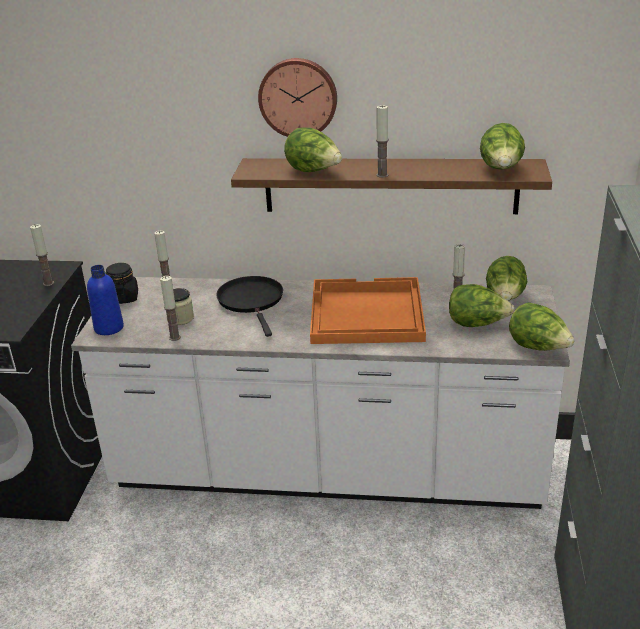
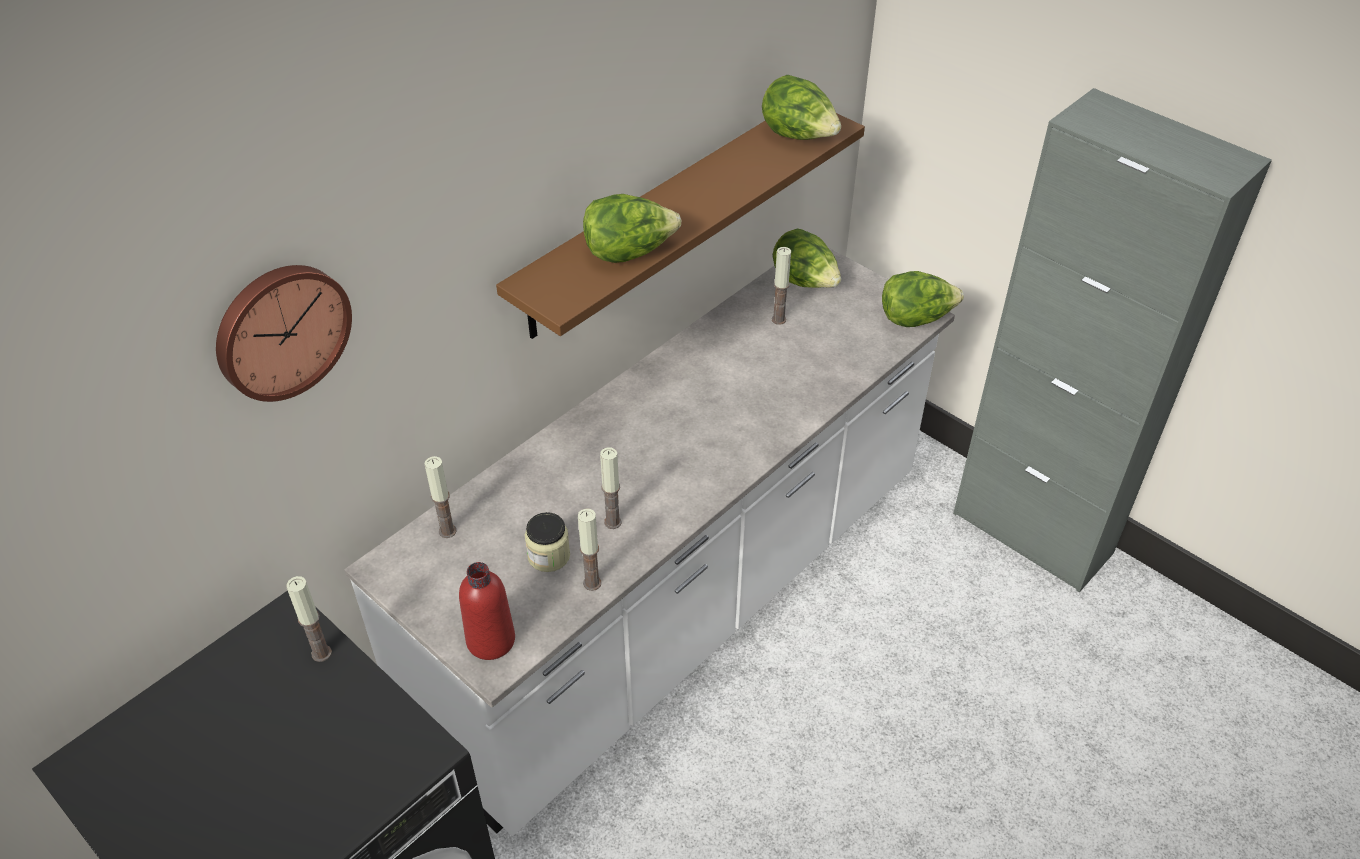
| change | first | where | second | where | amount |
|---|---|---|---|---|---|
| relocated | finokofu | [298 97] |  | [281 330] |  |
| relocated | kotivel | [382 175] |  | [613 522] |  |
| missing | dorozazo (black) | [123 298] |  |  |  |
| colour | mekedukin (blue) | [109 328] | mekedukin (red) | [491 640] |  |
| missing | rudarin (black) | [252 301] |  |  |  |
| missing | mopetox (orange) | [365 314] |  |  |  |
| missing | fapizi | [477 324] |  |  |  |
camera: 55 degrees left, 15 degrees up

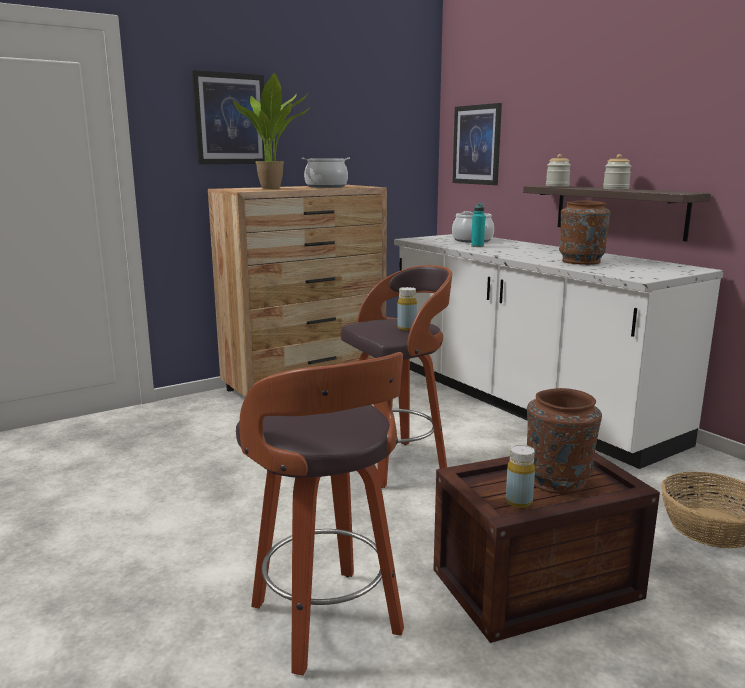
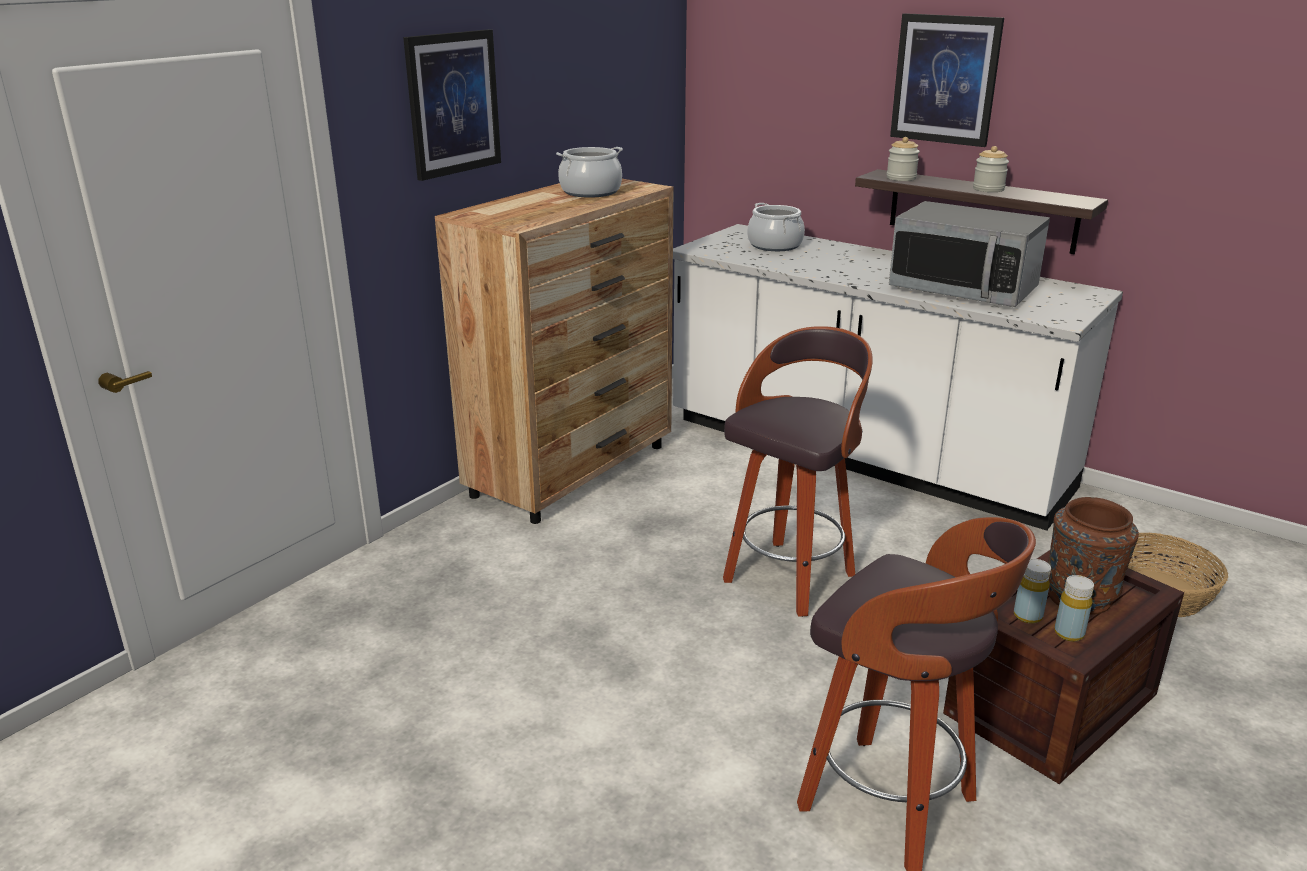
| change | first | where | second | where | amount |
|---|---|---|---|---|---|
| missing | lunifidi | [274 188] |  |  |  |
| relocated | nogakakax | [477 145] |  | [945 79] |  |
| exchanged | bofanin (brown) | [581 262] | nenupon | [963 289] |  |
| missing | mekedukin (turquoise) | [477 246] |  |  |  |
| relocated | mekedukin (yellow) | [406 328] |  | [1027 616] |  |
camera: 20 degrees left, 10 degrees up

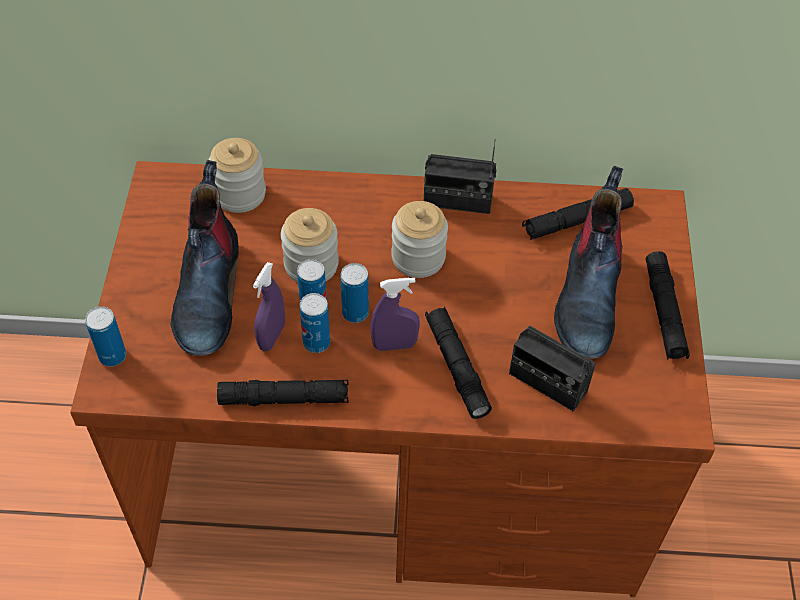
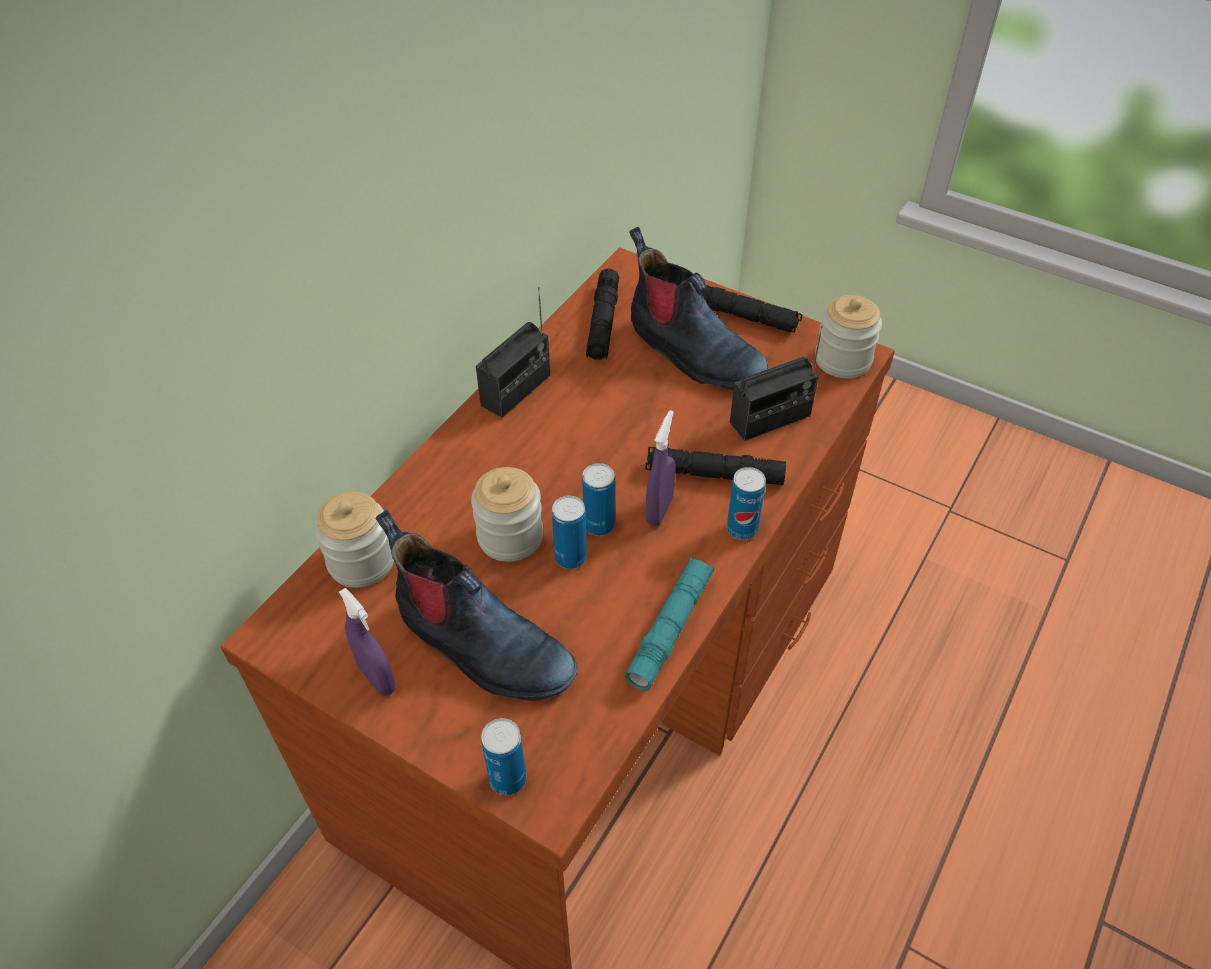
| change | first | where | second | where | amount |
|---|---|---|---|---|---|
| relocated | dorozazo | [418 257] |  | [843 360] |  |
| relocated | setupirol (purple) | [271 336] |  | [377 678] |  |
| relocated | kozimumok | [316 342] |  | [742 529] |  |
| colour | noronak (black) | [284 398] | noronak (turquoise) | [670 628] |  |
camera: 60 degrees left, 5 degrees down

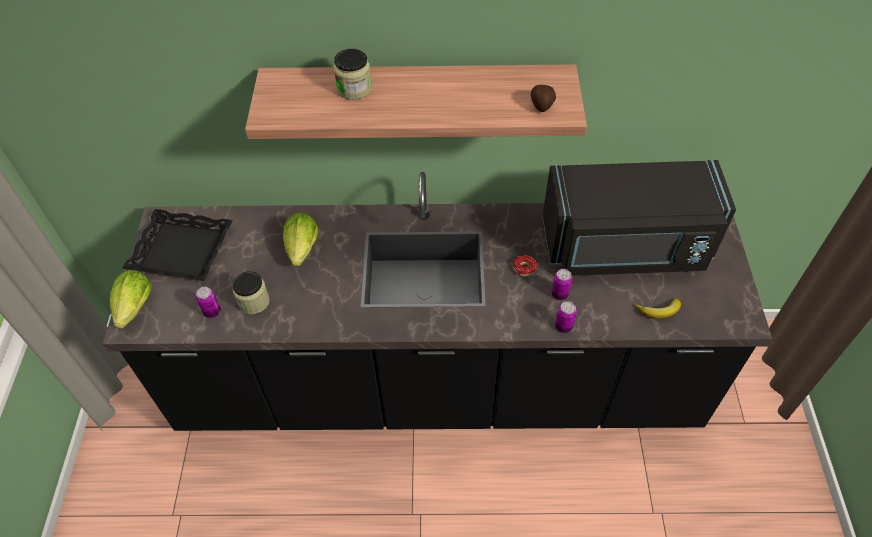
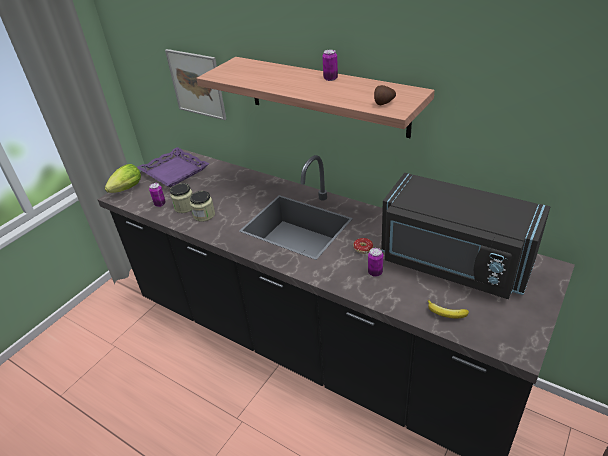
| change | first | where | second | where | amount |
|---|---|---|---|---|---|
| relocated | dorozazo | [354 89] |  | [204 215] |  |
| colour | mopetox (black) | [181 251] | mopetox (purple) | [173 172] |  |
| missing | fapizi | [302 251] |  |  |  |
| relocated | kozimumok | [563 326] |  | [330 78] |  |
| appeared |  |  | nogakakax | [197 84] |  |
camera: 35 degrees right, 15 degrees down

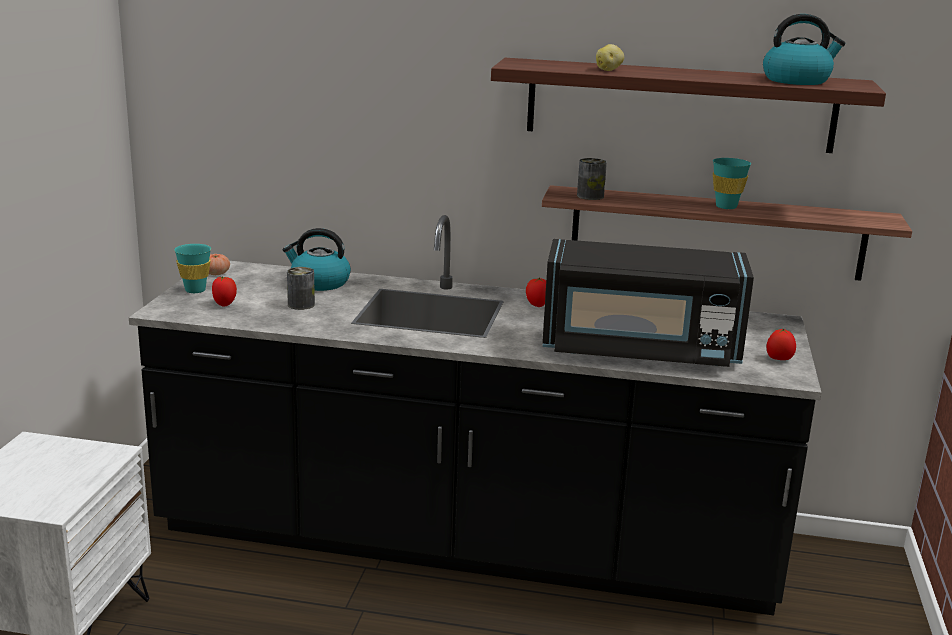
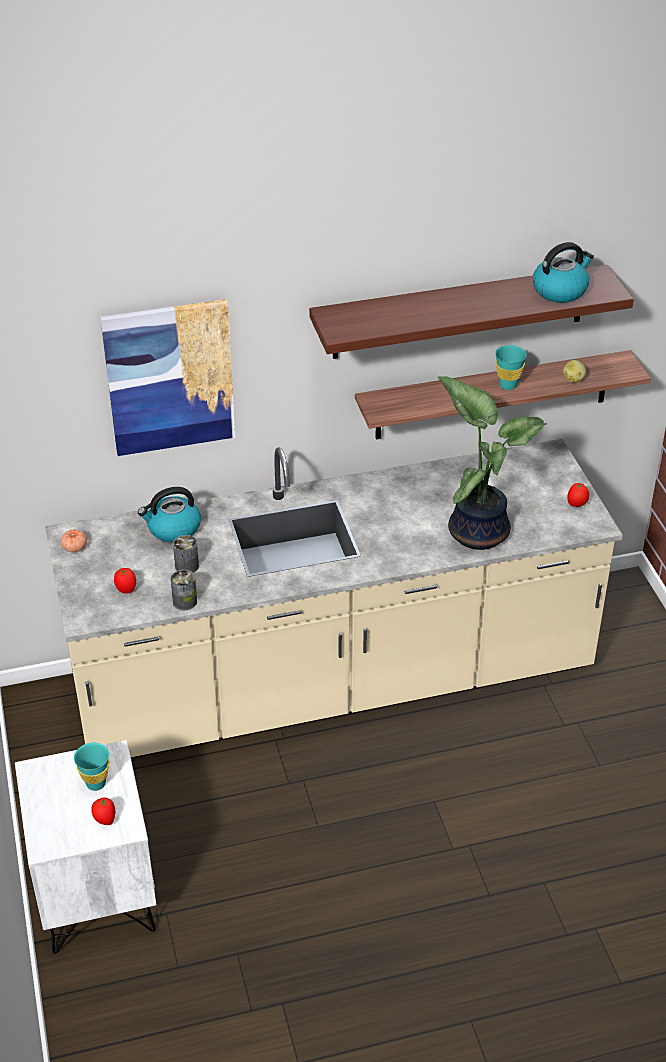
| change | first | where | second | where | amount |
|---|---|---|---|---|---|
| relocated | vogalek | [609 70] |  | [573 379] |  |
| relocated | kozimumok | [590 196] |  | [185 601] |  |
| colour | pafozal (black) | [467 541] | pafozal (beige) | [333 683] |  |
| exchanged | nenupon (black) | [639 350] | lunifidi | [478 530] |  |
| relocated | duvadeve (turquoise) | [195 290] |  | [96 783] |  |
| relocated | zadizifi | [536 305] |  | [105 820] |  |
| appeared |  |  | nogakakax | [170 377] |  |
camera: 25 degrees left, 20 degrees up

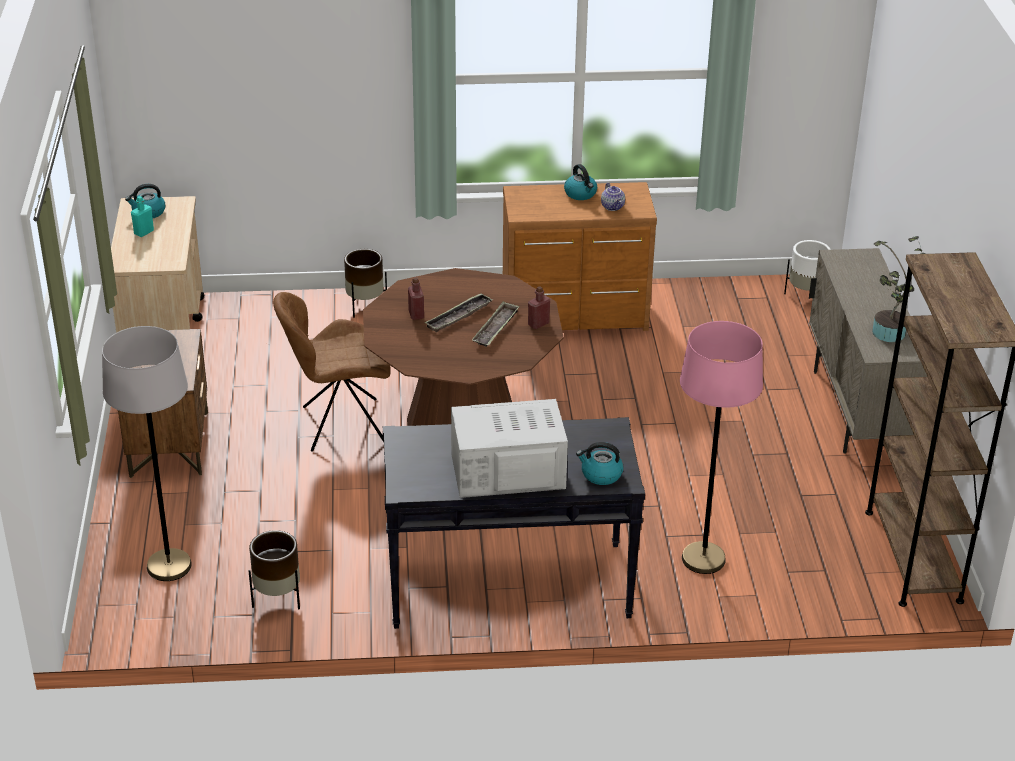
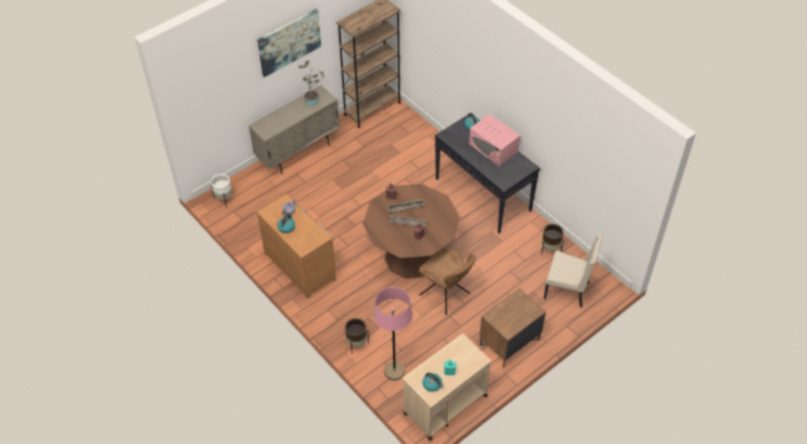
| change | first | where | second | where | amount |
|---|---|---|---|---|---|
| relocated | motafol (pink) | [703 559] |  | [394 371] |  |
| exchanged | motafol (grey) | [169 566] | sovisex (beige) | [567 290] |  |
| colour | nenupon (white) | [507 471] | nenupon (pink) | [493 148] |  |
| appeared |  |  | nogakakax | [289 42] |  |
camera: 125 degrees left, 15 degrees up

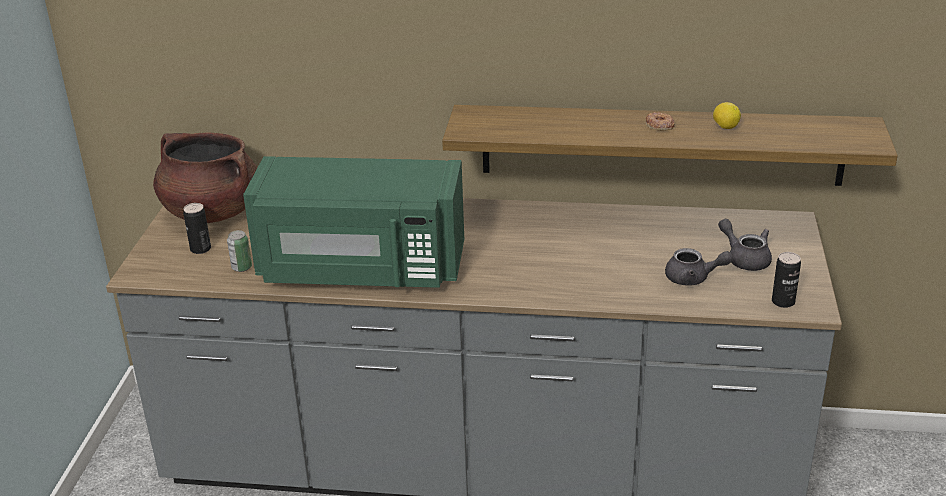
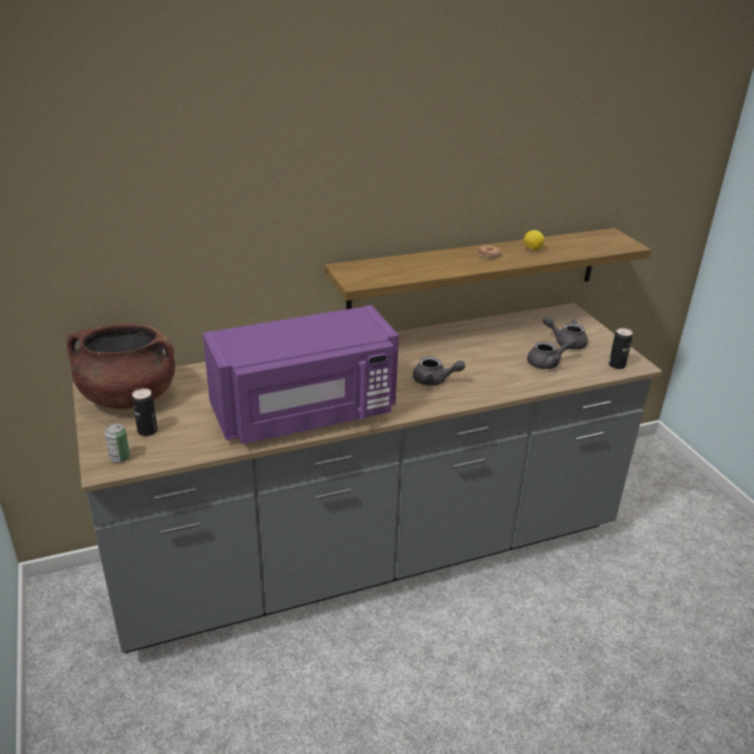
| change | first | where | second | where | amount |
|---|---|---|---|---|---|
| colour | nenupon (green) | [361 268] | nenupon (purple) | [306 413] |  |
| relocated | kozimumok | [242 267] |  | [120 458] |  |
| appeared |  |  | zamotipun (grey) | [434 381] |  |
camera: 30 degrees left, 0 degrees up

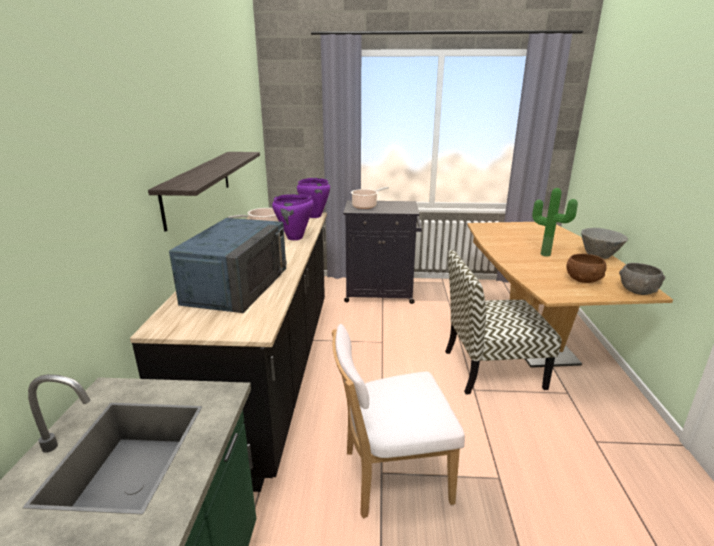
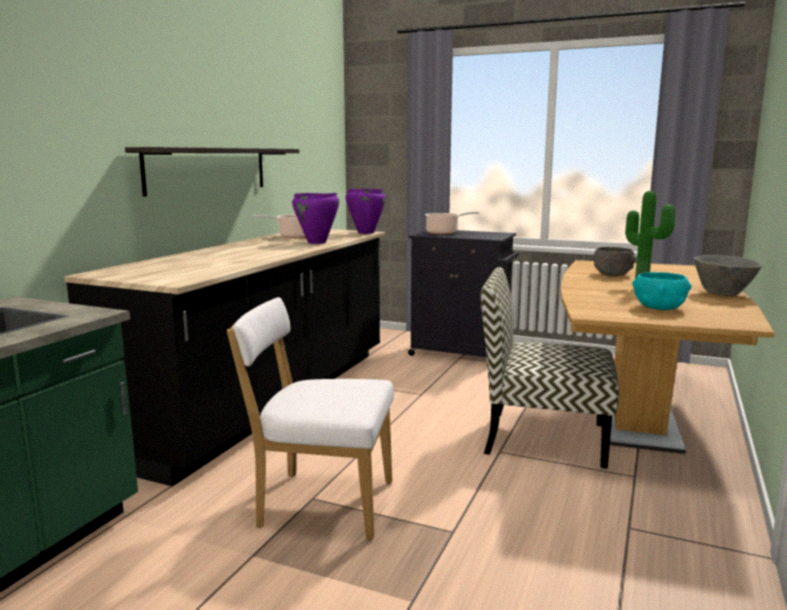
| change | first | where | second | where | amount |
|---|---|---|---|---|---|
| missing | nenupon (blue) | [237 285] |  |  |  |
| colour | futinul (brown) | [583 280] | futinul (turquoise) | [659 308] |  |
| relocated | futinul (grey) | [637 291] |  | [612 274] |  |
camera: 20 degrees right, 10 degrees down

